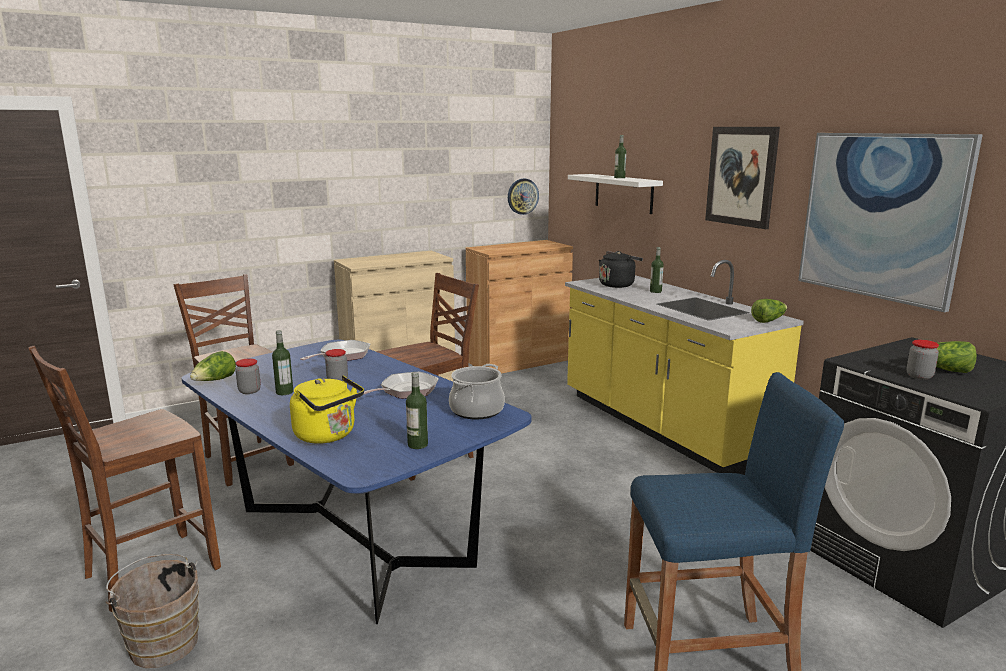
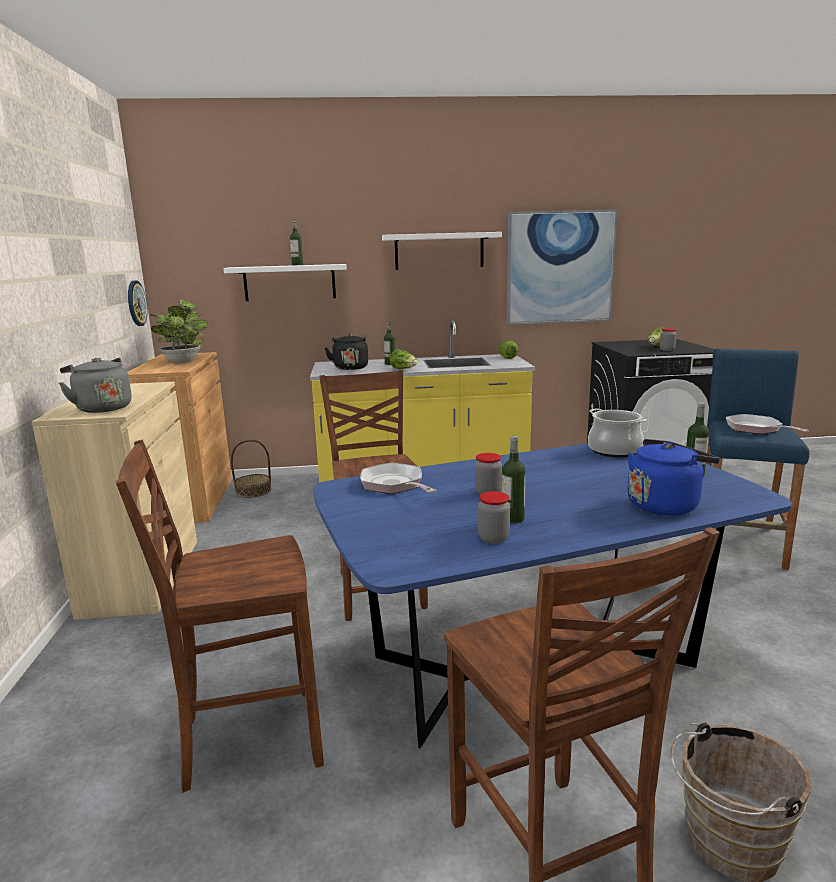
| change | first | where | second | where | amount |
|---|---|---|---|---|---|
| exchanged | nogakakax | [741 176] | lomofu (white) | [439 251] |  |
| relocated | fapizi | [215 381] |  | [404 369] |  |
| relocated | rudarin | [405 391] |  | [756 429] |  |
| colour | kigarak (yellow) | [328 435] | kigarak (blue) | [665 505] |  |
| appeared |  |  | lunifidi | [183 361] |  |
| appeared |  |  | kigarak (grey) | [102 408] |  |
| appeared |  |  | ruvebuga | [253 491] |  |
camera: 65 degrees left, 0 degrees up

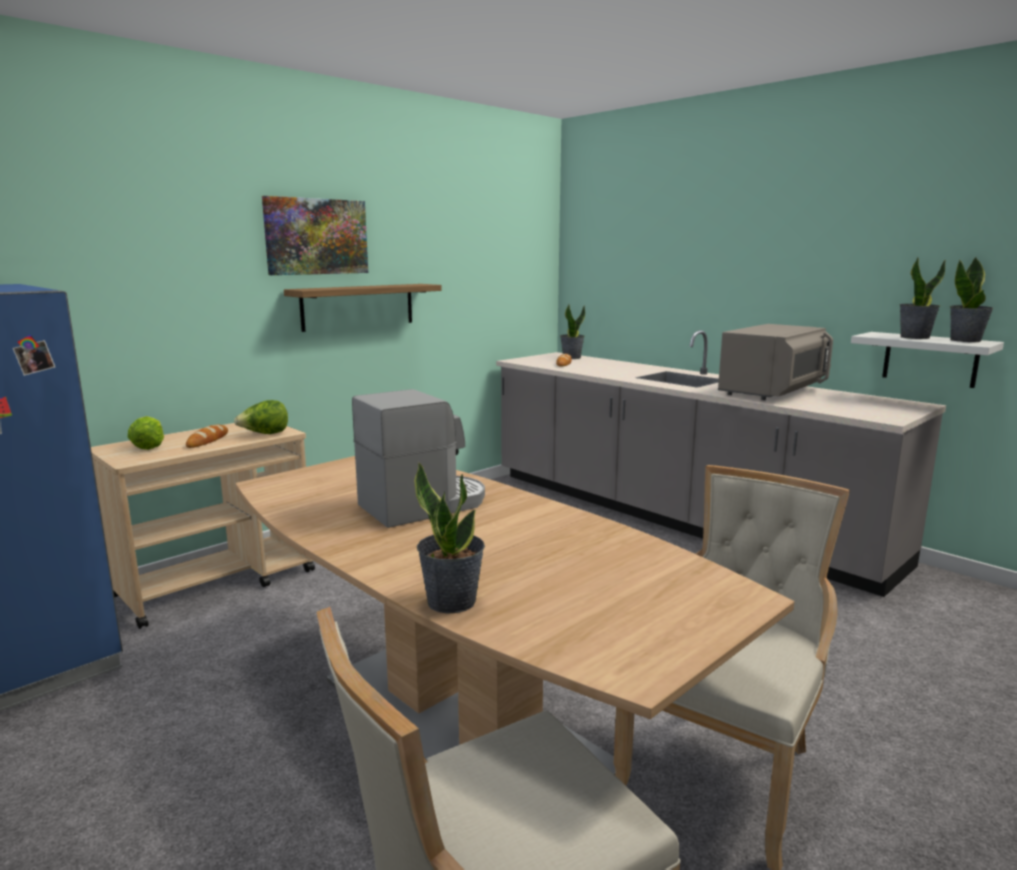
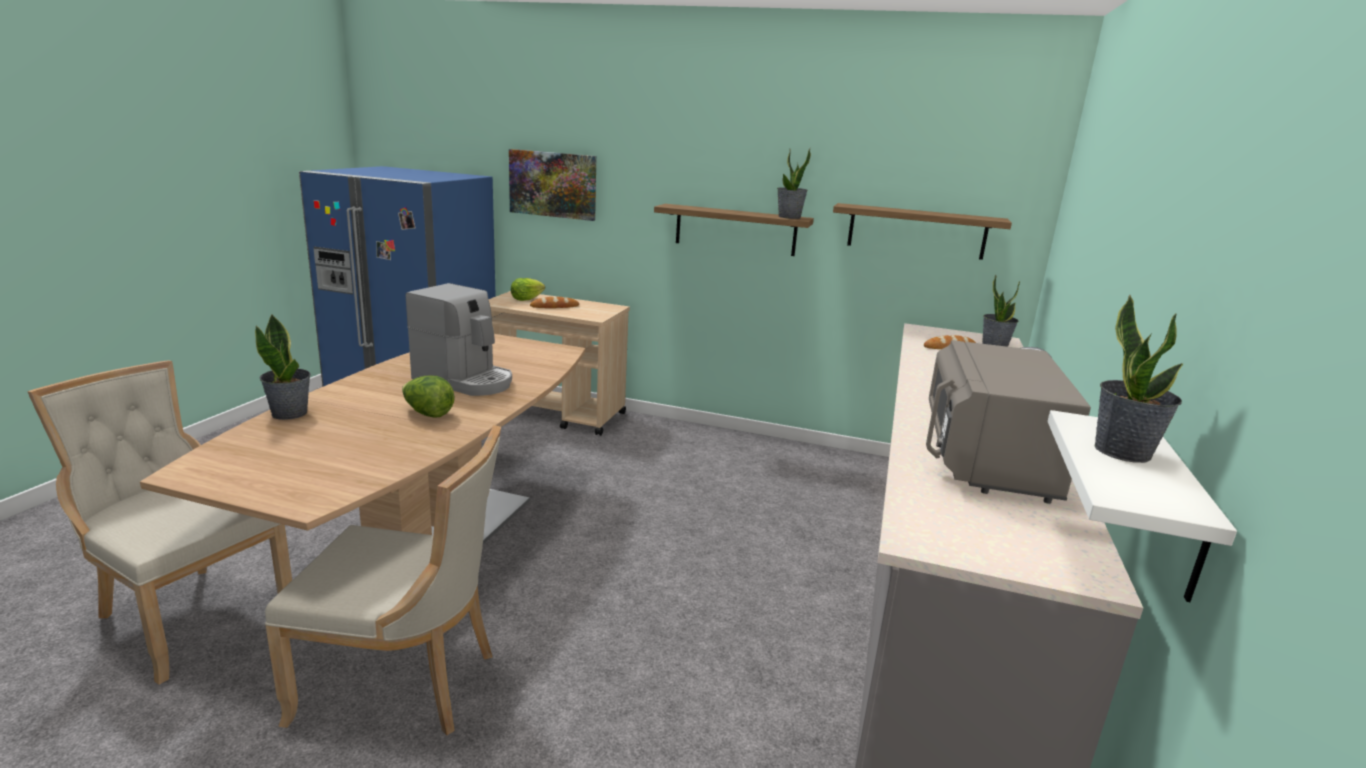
| change | first | where | second | where | amount |
|---|---|---|---|---|---|
| relocated | nogakakax | [316 236] |  | [553 184] |  |
| relocated | lunifidi | [966 340] |  | [789 217] |  |
| spun | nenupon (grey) | [773 392] |  | [985 460] | 90 degrees clockwise |
| relocated | fapizi | [265 434] |  | [427 413] |  |
| appeared |  |  | lomofu | [916 231] |  |
camera: 60 degrees right, 5 degrees up

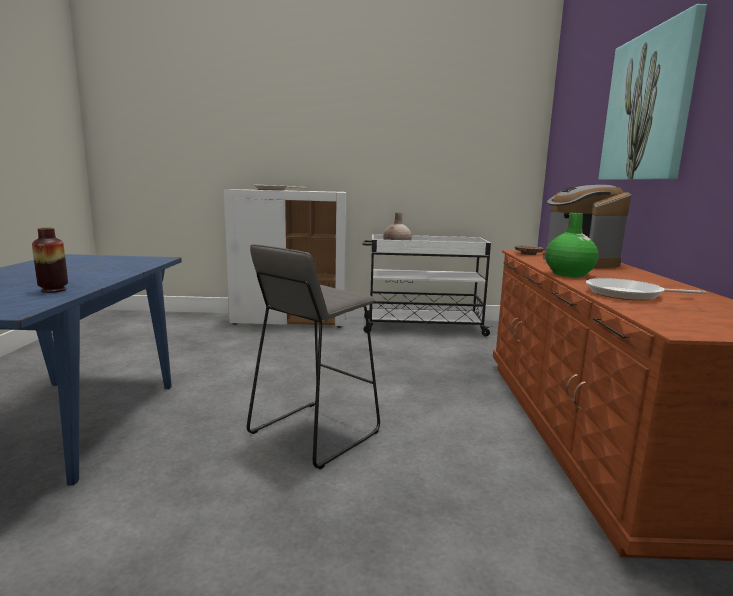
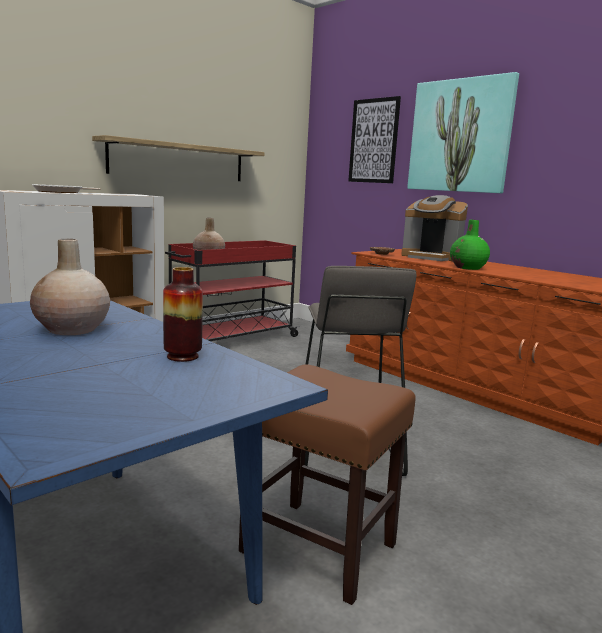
| change | first | where | second | where | amount |
|---|---|---|---|---|---|
| colour | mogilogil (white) | [422 327] | mogilogil (red) | [231 340] |  |
| missing | rudarin | [628 294] |  |  |  |
| appeared |  |  | nogakakax | [374 141] |  |
| appeared |  |  | lomofu | [179 161] |  |
| appeared |  |  | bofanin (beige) | [72 329] |  |
| appeared |  |  | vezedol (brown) | [320 548] |  |
camera: 45 degrees left, 0 degrees up

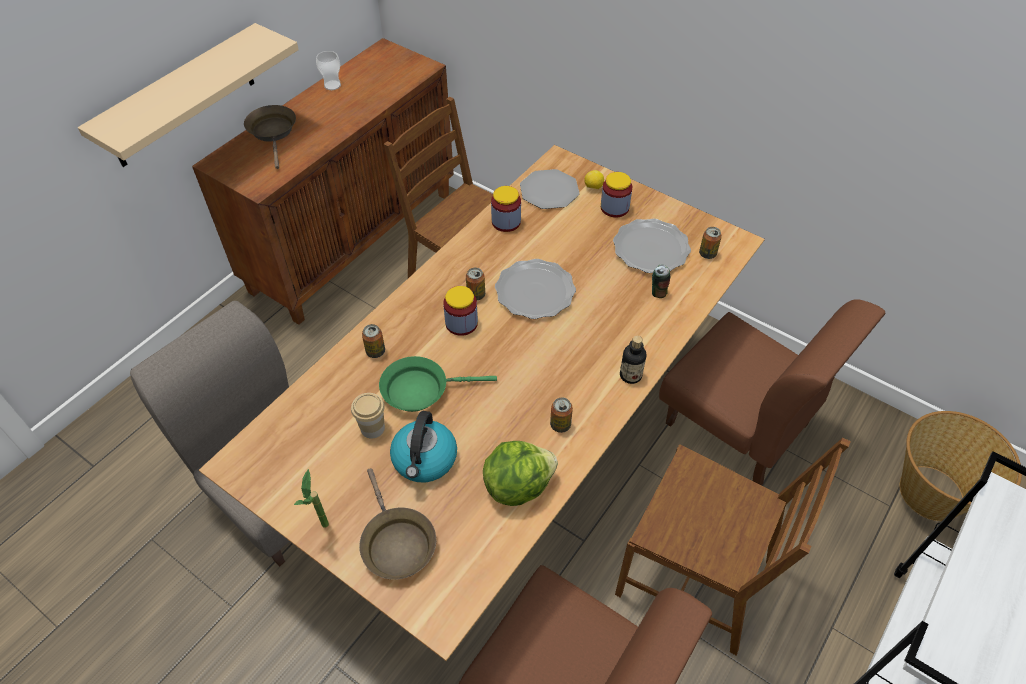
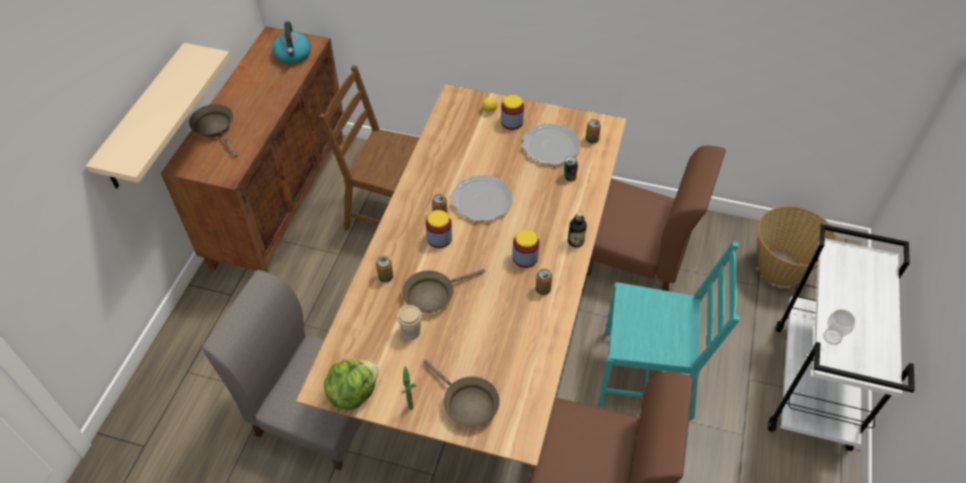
| change | first | where | second | where | amount |
|---|---|---|---|---|---|
| relocated | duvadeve | [332 85] |  | [832 337] |  |
| missing | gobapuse | [549 191] |  |  |  |
| relocated | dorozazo | [506 222] |  | [525 257] |  |
| colour | rudarin (green) | [420 389] | rudarin (brown) | [433 294] |  |
| relocated | kigarak | [425 460] |  | [293 55] |  |
| colour | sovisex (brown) | [697 576] | sovisex (turquoise) | [649 374] |  |
| relocated | fapizi | [517 485] |  | [353 393] |  |
camera: 20 degrees left, 0 degrees up

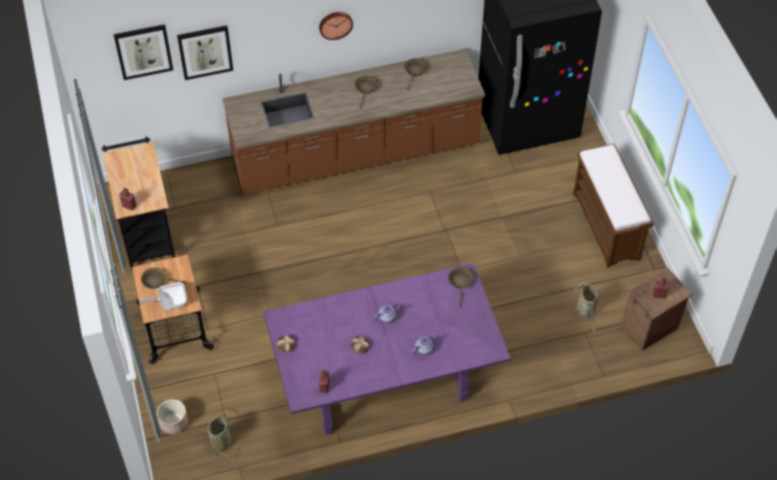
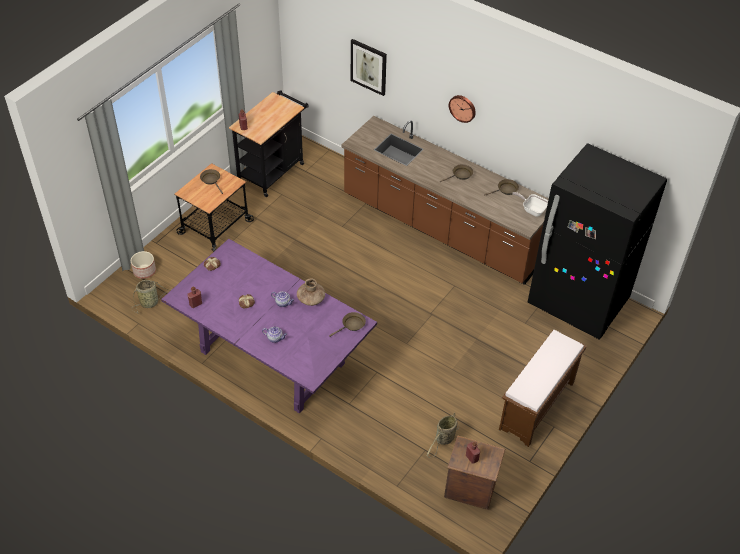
| change | first | where | second | where | amount |
|---|---|---|---|---|---|
| missing | nogakakax | [143 51] |  |  |  |
| relocated | rudarin | [170 303] |  | [532 210] |  |
| appeared |  |  | bofanin (brown) | [311 298] |  |
camera: 50 degrees right, 5 degrees down

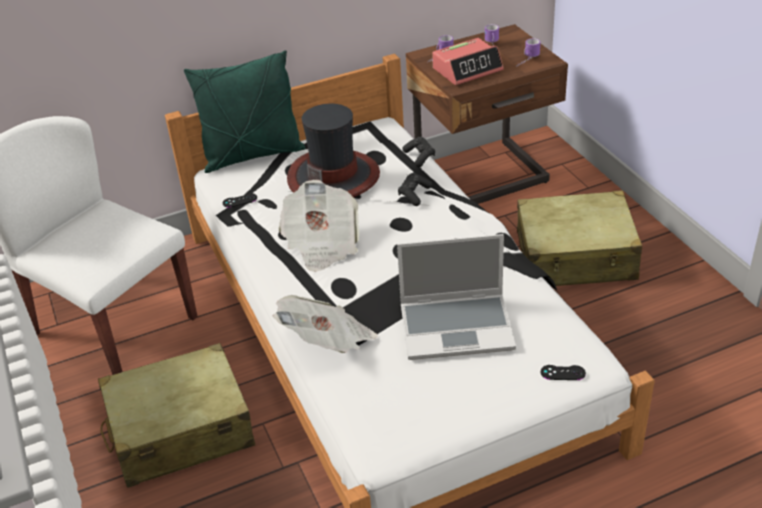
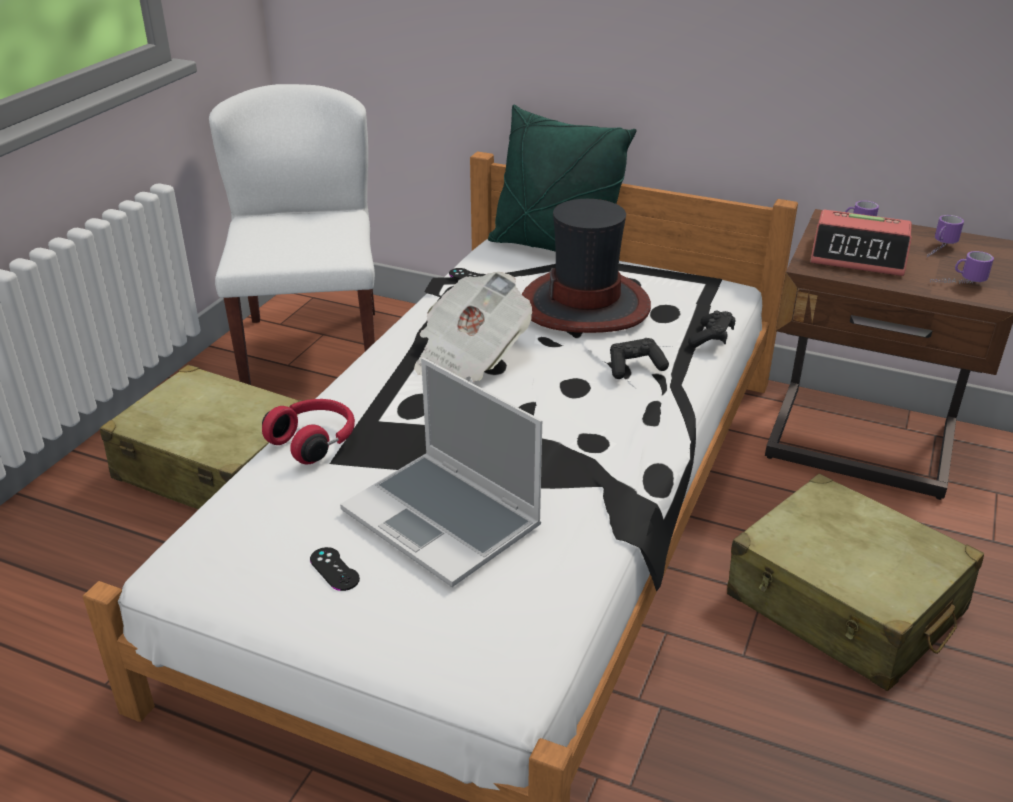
| change | first | where | second | where | amount |
|---|---|---|---|---|---|
| exchanged | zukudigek | [328 342] | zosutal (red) | [314 441] |  |
| relocated | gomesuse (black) | [563 373] |  | [334 569] |  |
camera: 45 degrees right, 5 degrees down

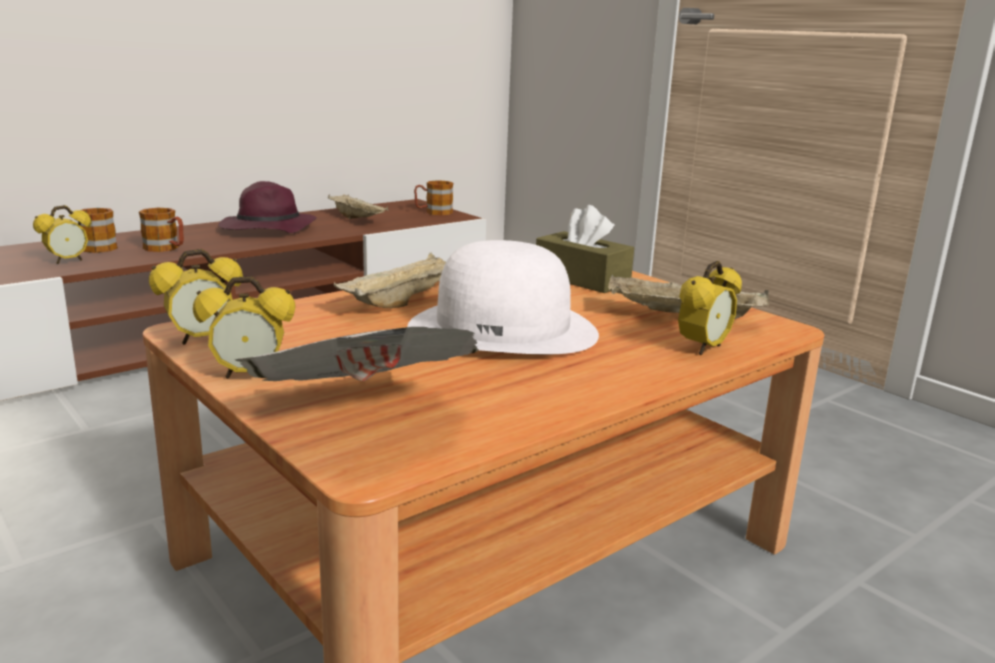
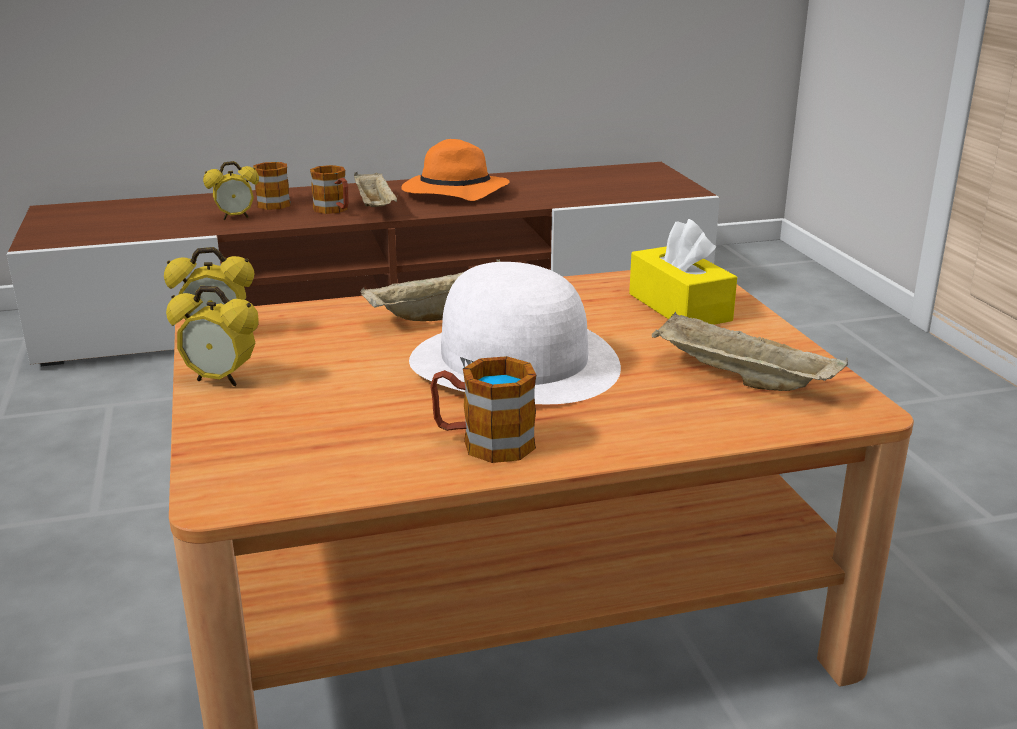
| change | first | where | second | where | amount |
|---|---|---|---|---|---|
| relocated | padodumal | [433 212] |  | [483 443] |  |
| colour | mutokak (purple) | [267 229] | mutokak (orange) | [453 193] |  |
| relocated | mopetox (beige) | [358 219] |  | [375 207] |  |
| colour | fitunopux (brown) | [582 279] | fitunopux (yellow) | [679 307] |  |
| missing | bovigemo | [703 349] |  |  |  |
| missing | zukudigek | [362 418] |  |  |  |
camera: 25 degrees right, 5 degrees up

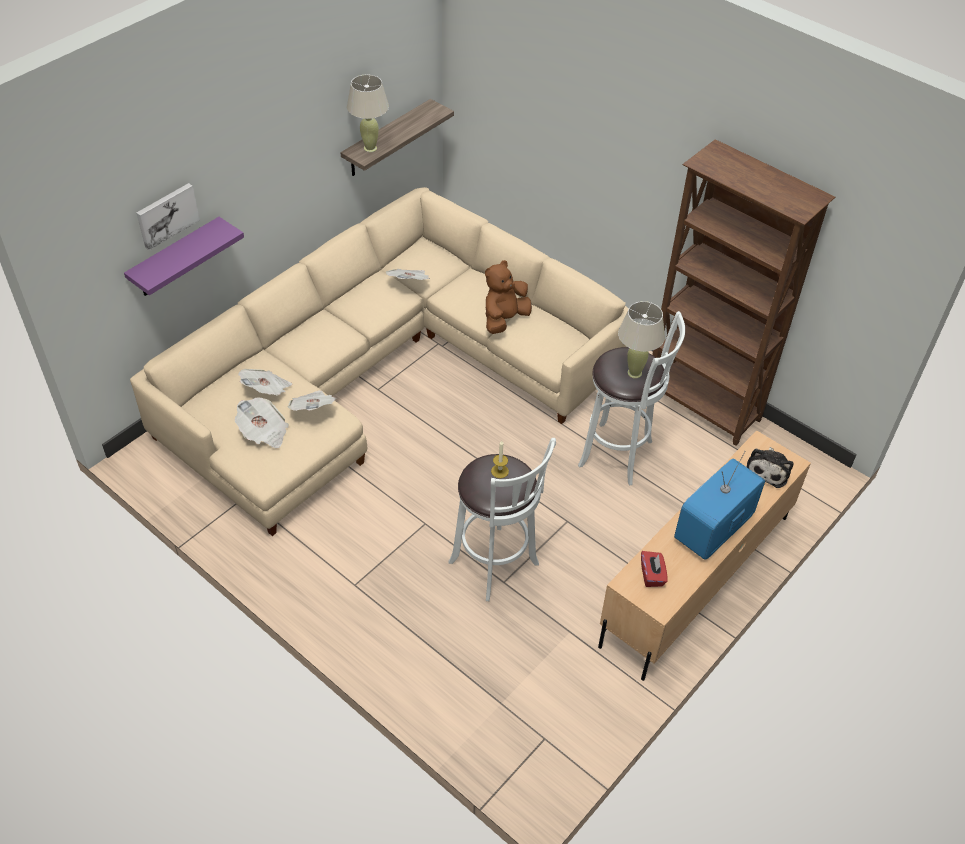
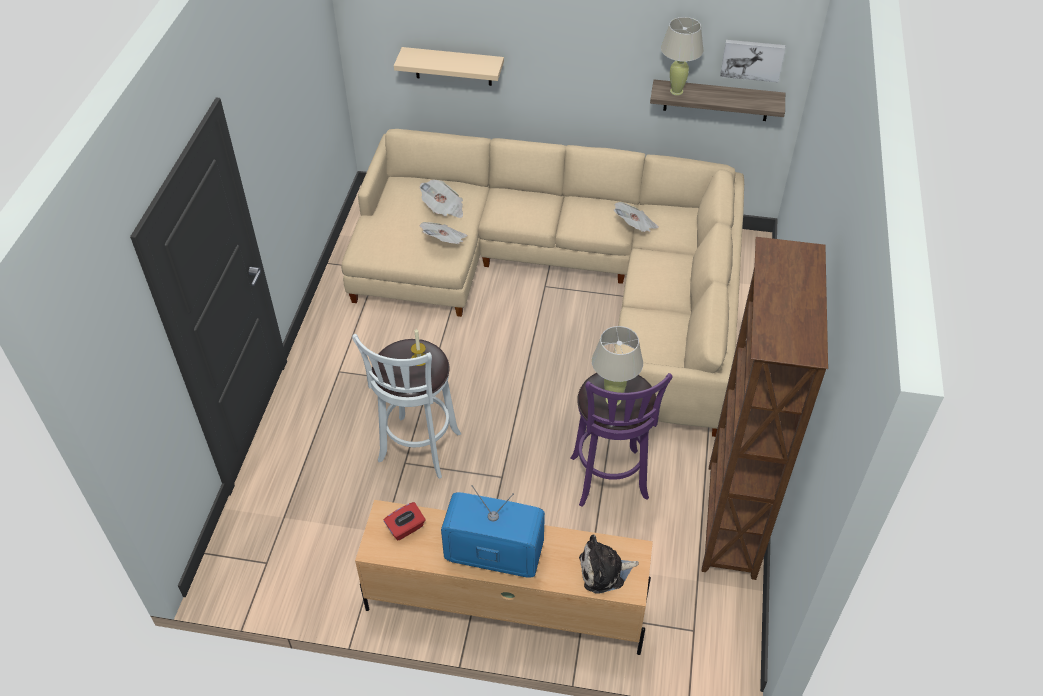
| change | first | where | second | where | amount |
|---|---|---|---|---|---|
| relocated | nogakakax | [166 215] |  | [752 59] |  |
| colour | lomofu (purple) | [176 258] | lomofu (beige) | [453 66] |  |
| missing | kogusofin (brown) | [504 319] |  |  |  |
| colour | vezedol (white) | [619 455] | vezedol (purple) | [609 481] |  |
| missing | zukudigek | [264 432] |  |  |  |
camera: 60 degrees right, 0 degrees up

